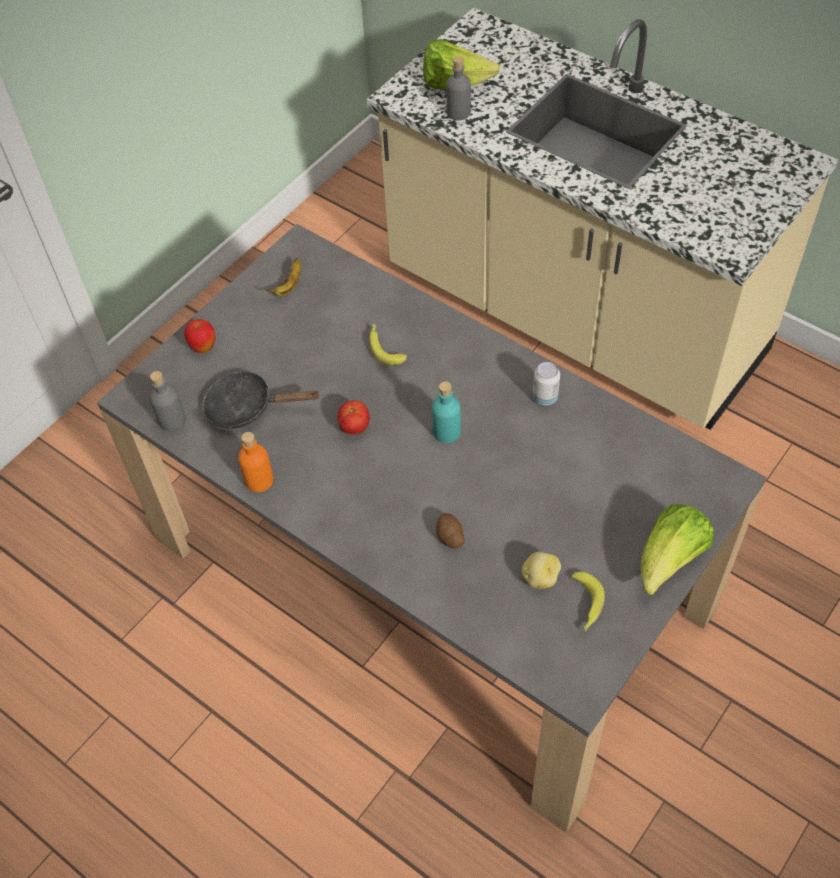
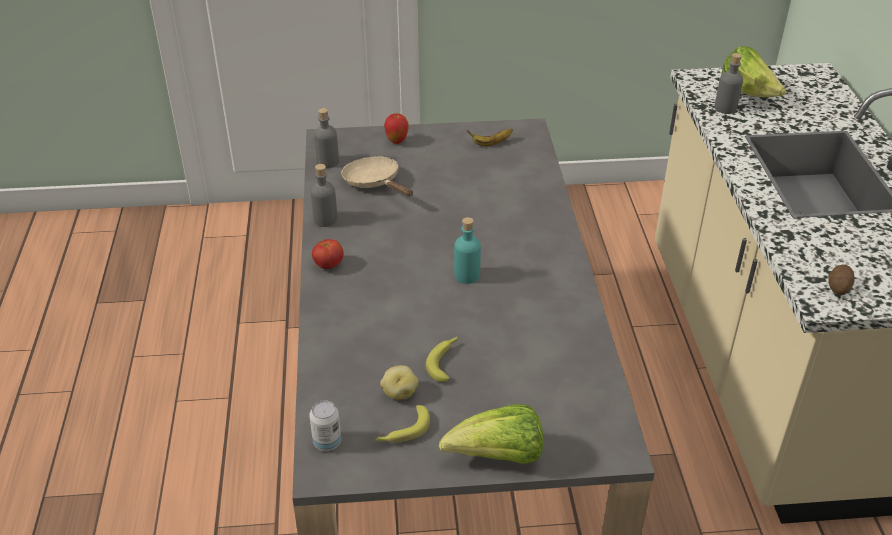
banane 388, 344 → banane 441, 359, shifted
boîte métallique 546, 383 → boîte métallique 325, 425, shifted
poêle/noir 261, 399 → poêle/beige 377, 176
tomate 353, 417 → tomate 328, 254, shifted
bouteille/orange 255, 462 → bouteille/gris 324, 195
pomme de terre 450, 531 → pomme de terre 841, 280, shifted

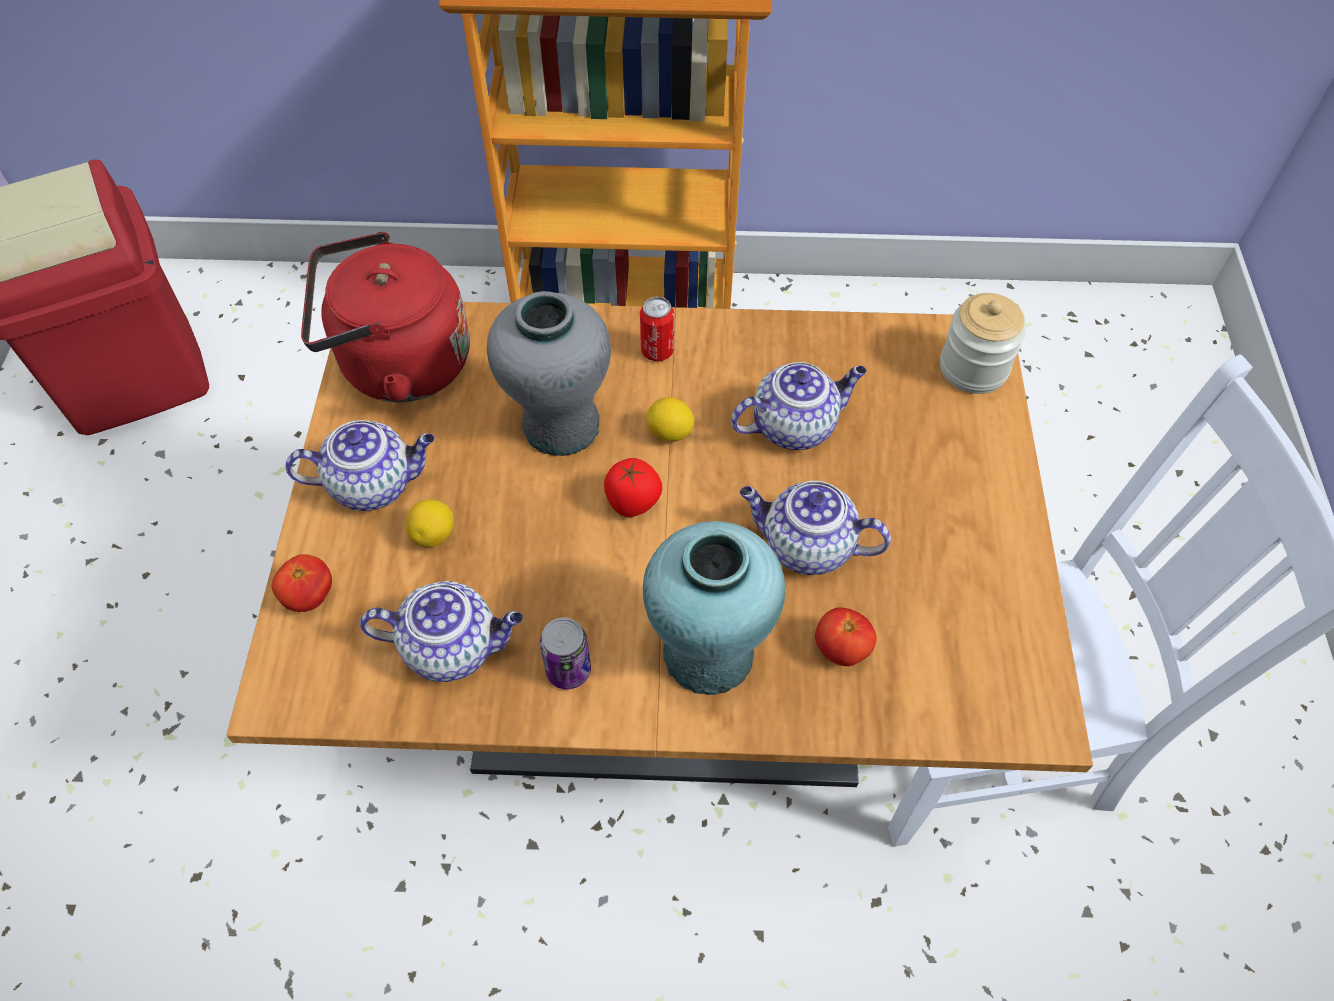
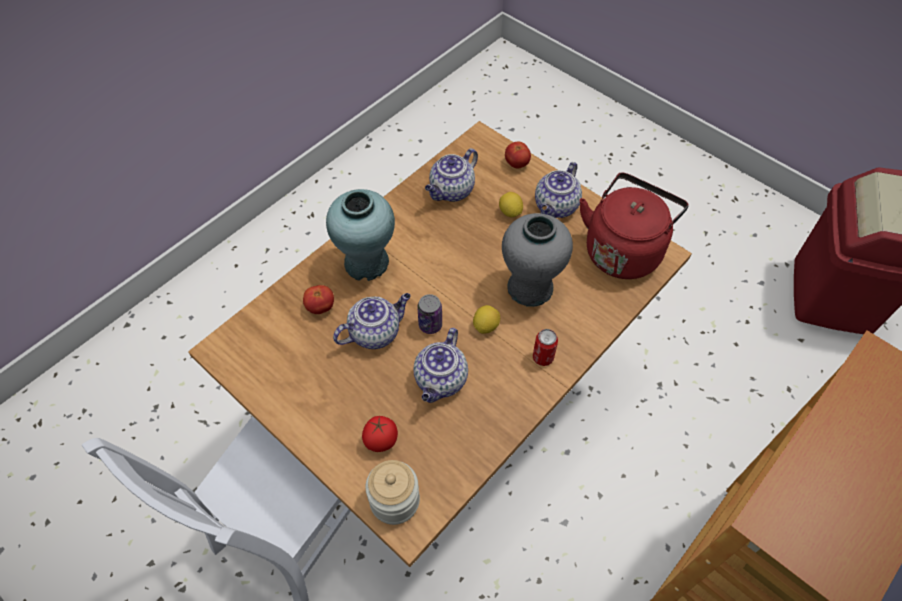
tomate 633, 487 → tomate 380, 434, shifted
boîte métallique 565, 653 → boîte métallique 429, 314, shifted

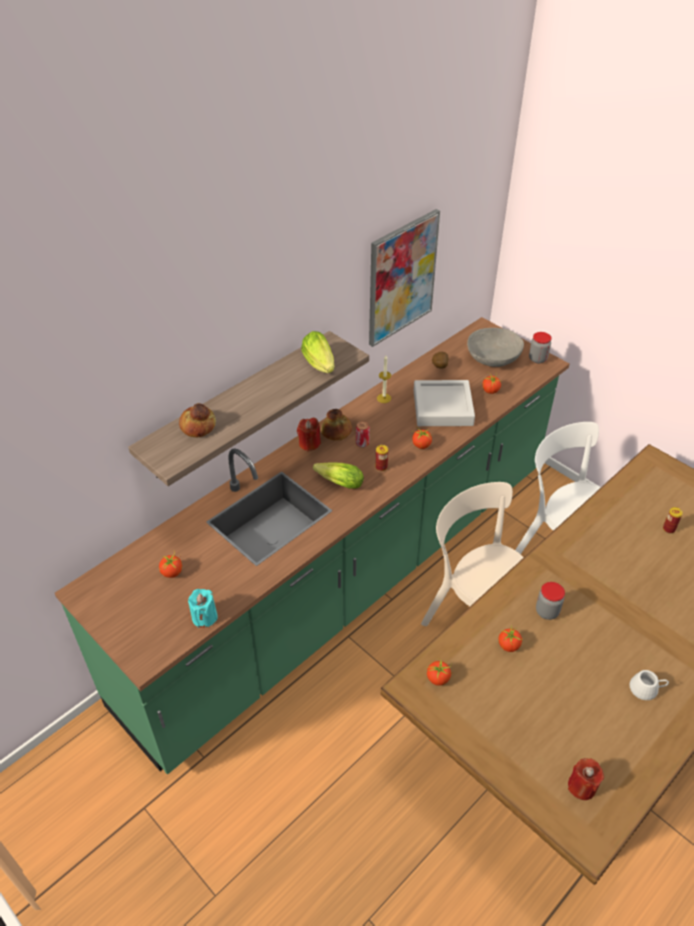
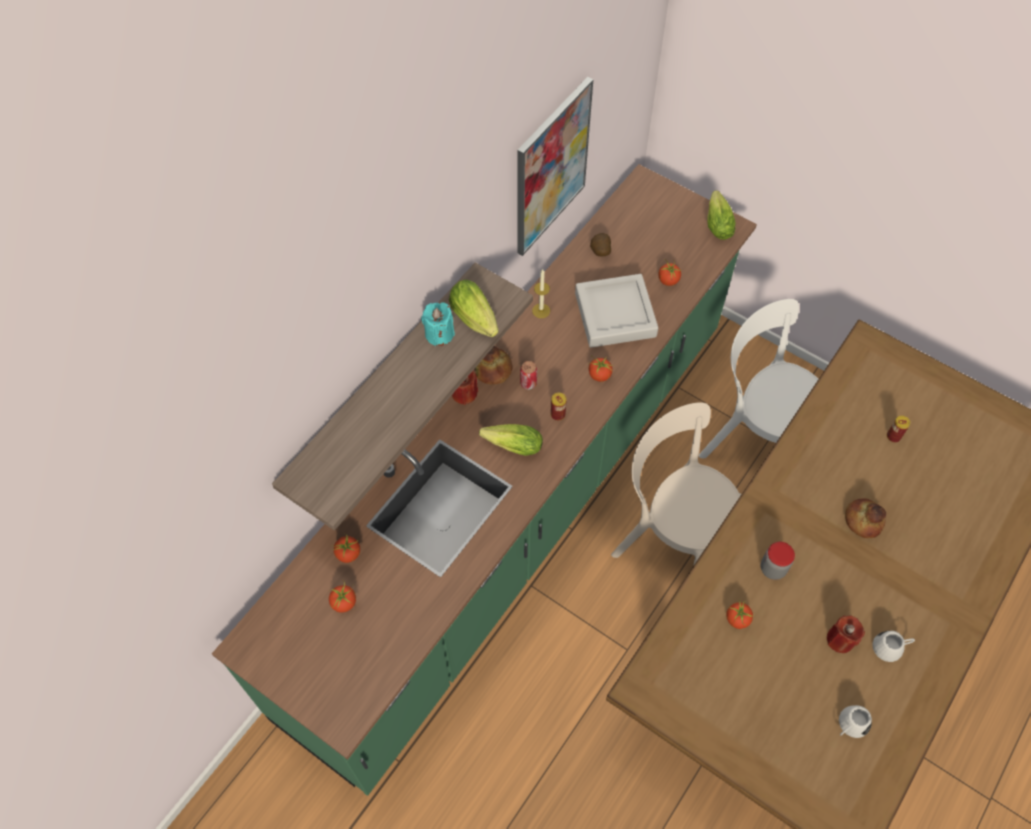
bol/gris 495, 347 → -
bocal 540, 347 → laitue 722, 215
pain 197, 420 → pain 865, 518, shifted
bougie/turquoise 203, 608 → bougie/turquoise 438, 324, shifted
tomate 439, 672 → tomate 346, 548, shifted
bougie/rouge 586, 779 → bougie/rouge 846, 634, shifted
- → mug/blanc 855, 721

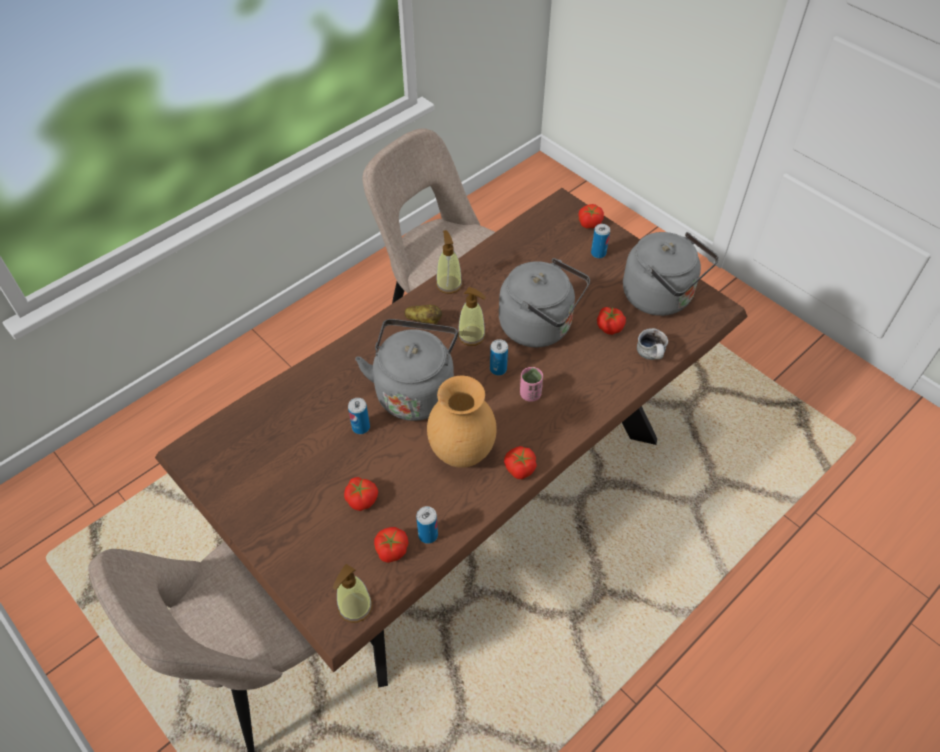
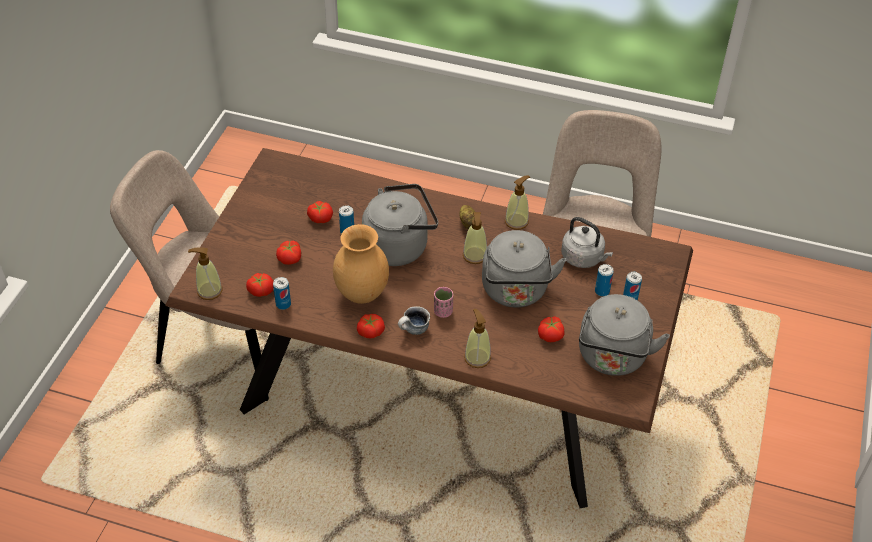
tomate 591, 216 → tomate 320, 212, shifted
mug 652, 344 → mug 414, 320, shifted
boîte métallique 499, 357 → boîte métallique 604, 280, shifted
- → bouilloire/gris 587, 242
- → distributeur de savon 477, 338

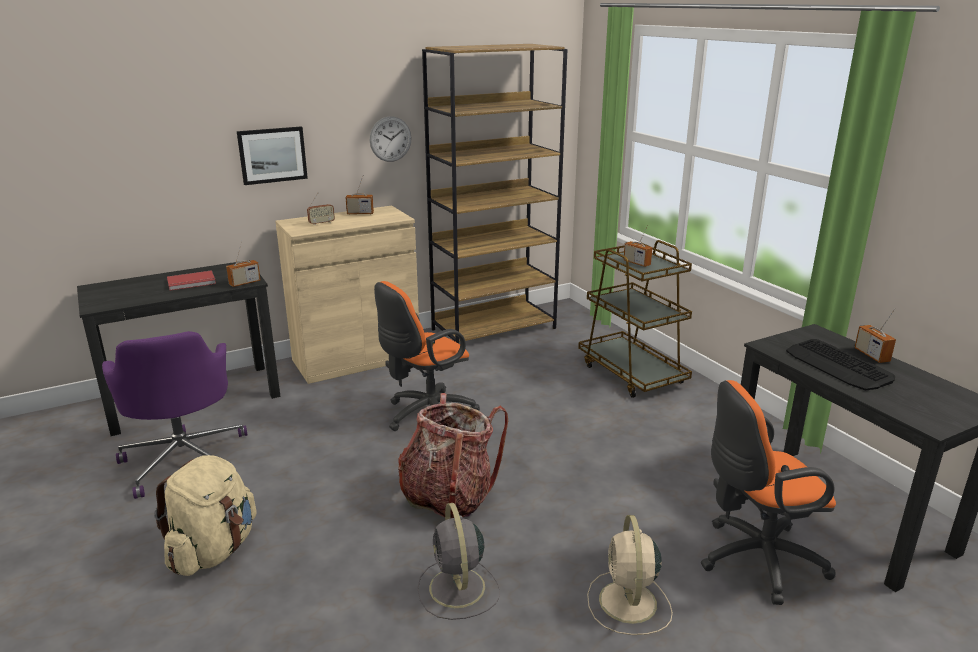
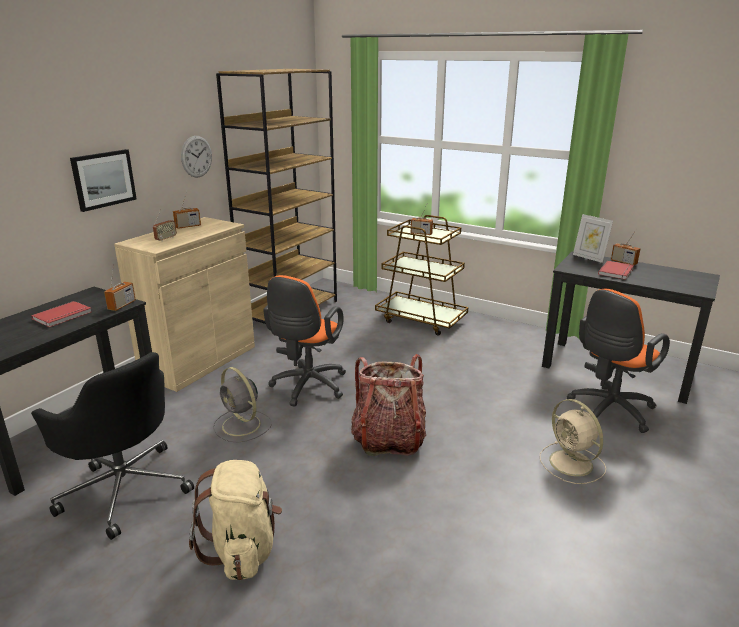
chaise de bureau/violet 175, 415 → chaise de bureau/noir 112, 446
clavier 840, 365 → livre/rouge 616, 270
ventilateur/gris 458, 561 → ventilateur/gris 242, 405, shifted
- → cadre photo 593, 238

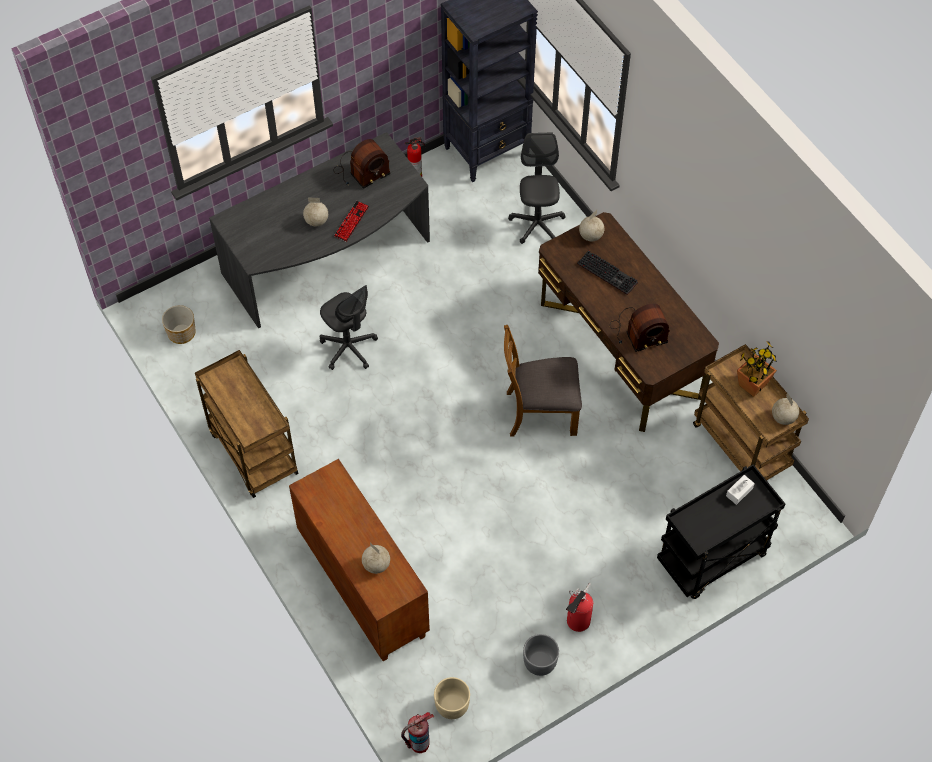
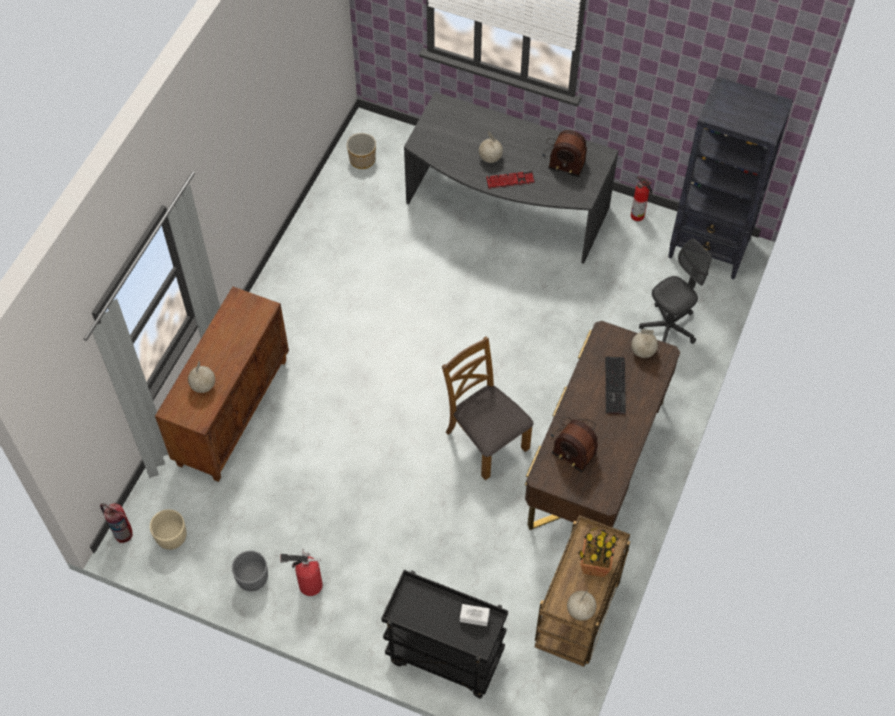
chaise de bureau/gris 349, 327 → -
chariot/marron 247, 424 → -

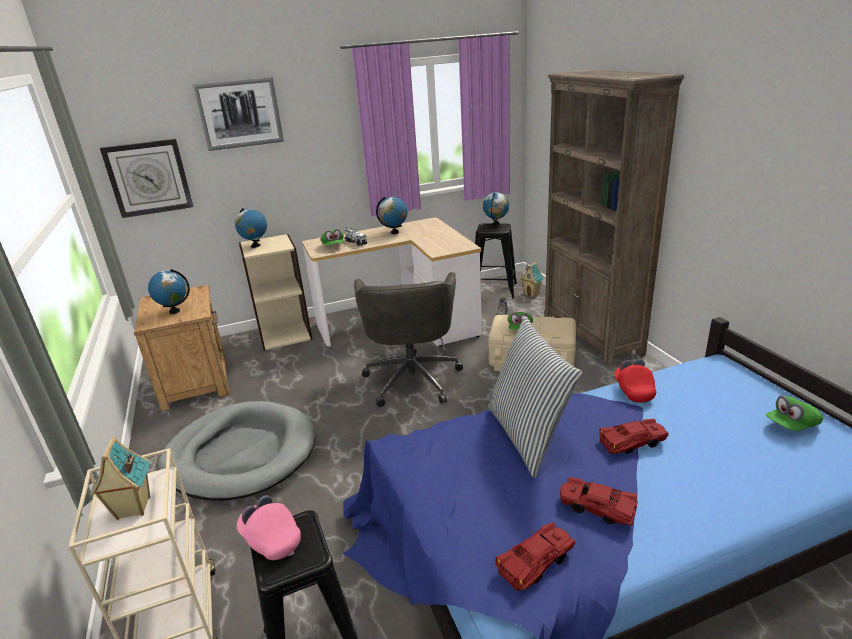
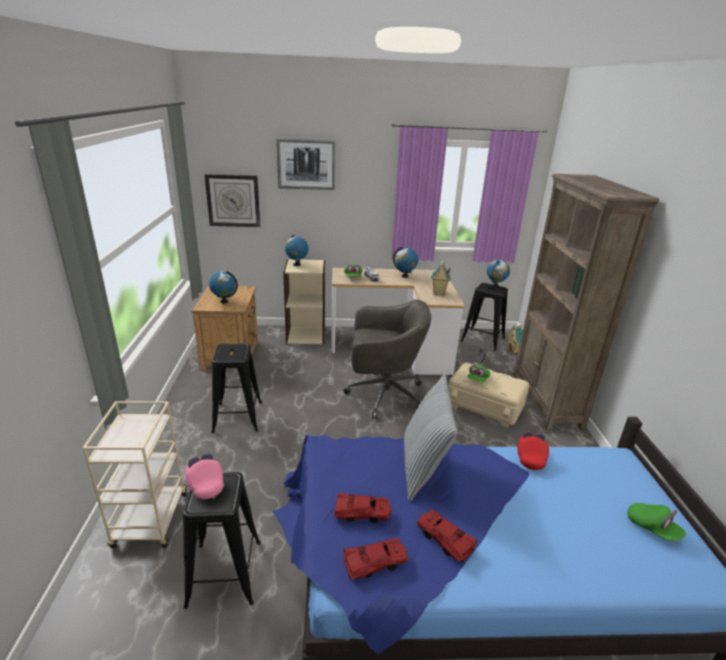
chaise de bureau/gris 408, 339 → chaise de bureau/gris 387, 359, 105 degrees counterclockwise
casquette/vert 794, 413 → casquette/vert 656, 522, 120 degrees counterclockwise
panier pour chien/gris 236, 451 → tabouret/noir 236, 388
petite voiture/rouge 634, 436 → petite voiture/rouge 363, 508, shifted
maison miniature 120, 478 → maison miniature 441, 278, shifted

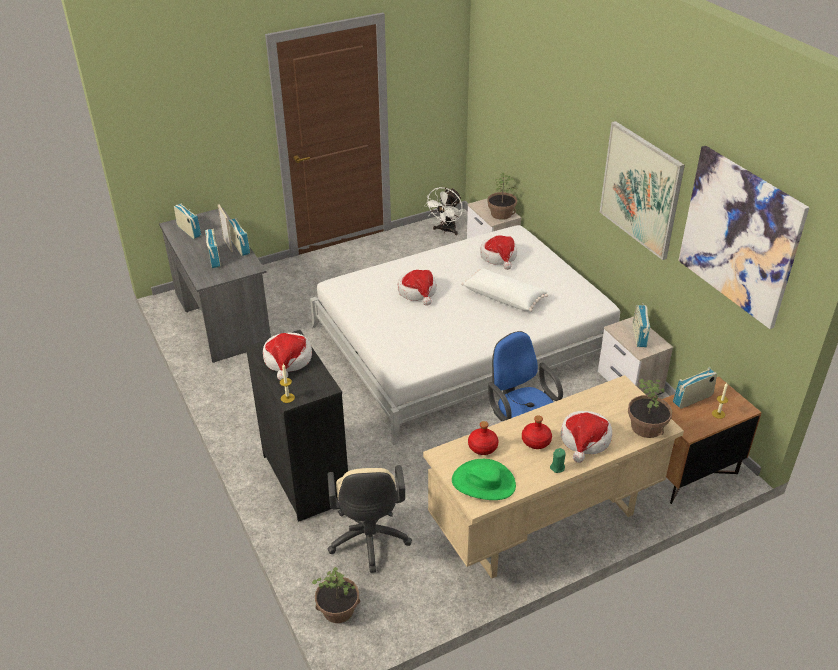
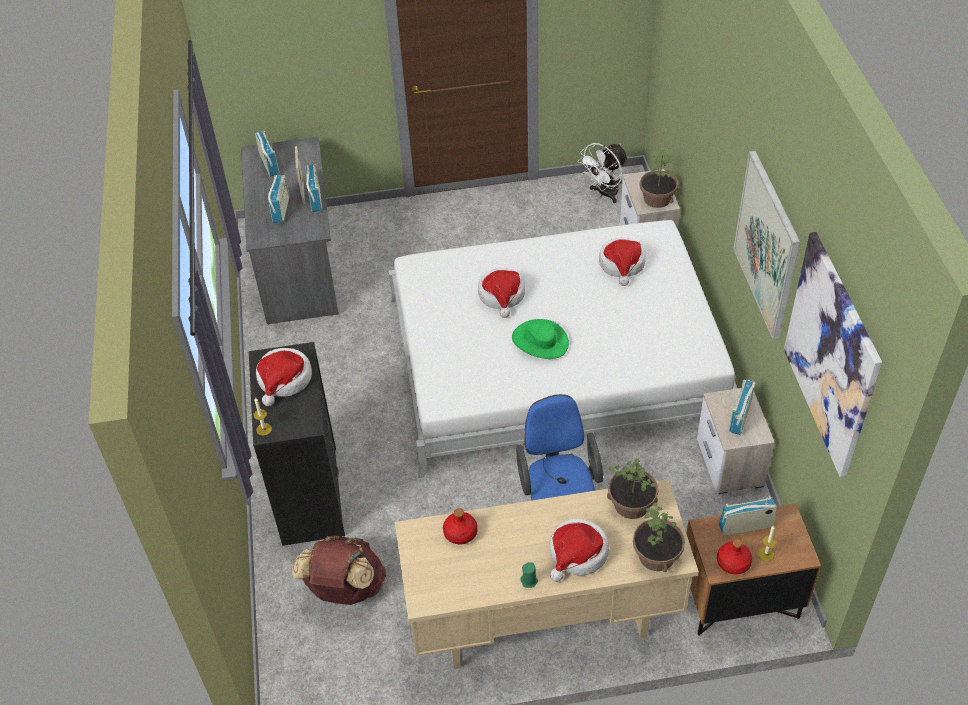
coussin/blanc 504, 290 → -
bouteille/rouge 537, 432 → bouteille/rouge 734, 557, shifted
chapeau/vert 484, 479 → chapeau/vert 540, 339, shifted
chaise de bureau/beige 370, 519 → sac à dos/marron 339, 570
plante en pot 336, 594 → plante en pot 632, 488, shifted

